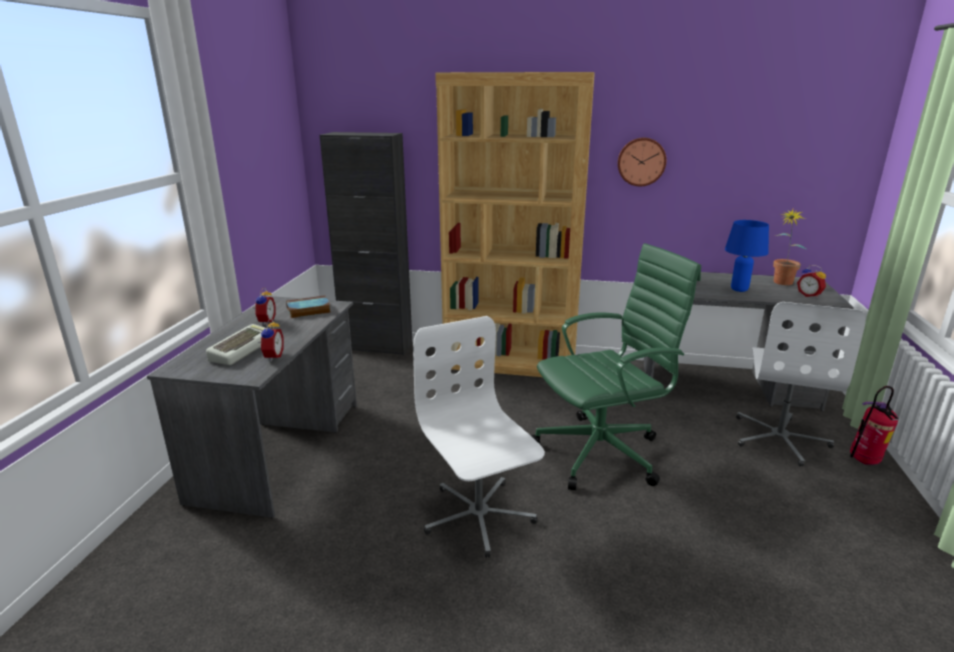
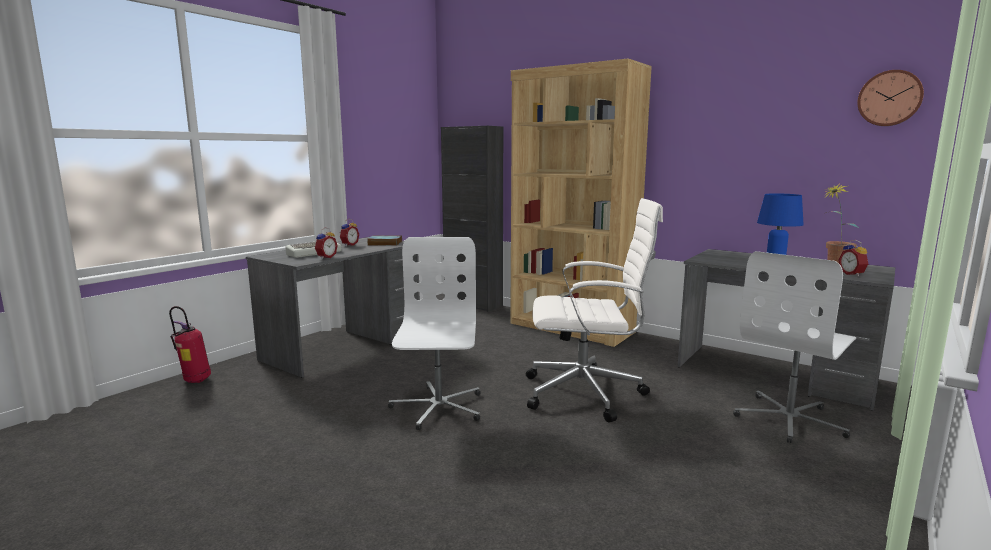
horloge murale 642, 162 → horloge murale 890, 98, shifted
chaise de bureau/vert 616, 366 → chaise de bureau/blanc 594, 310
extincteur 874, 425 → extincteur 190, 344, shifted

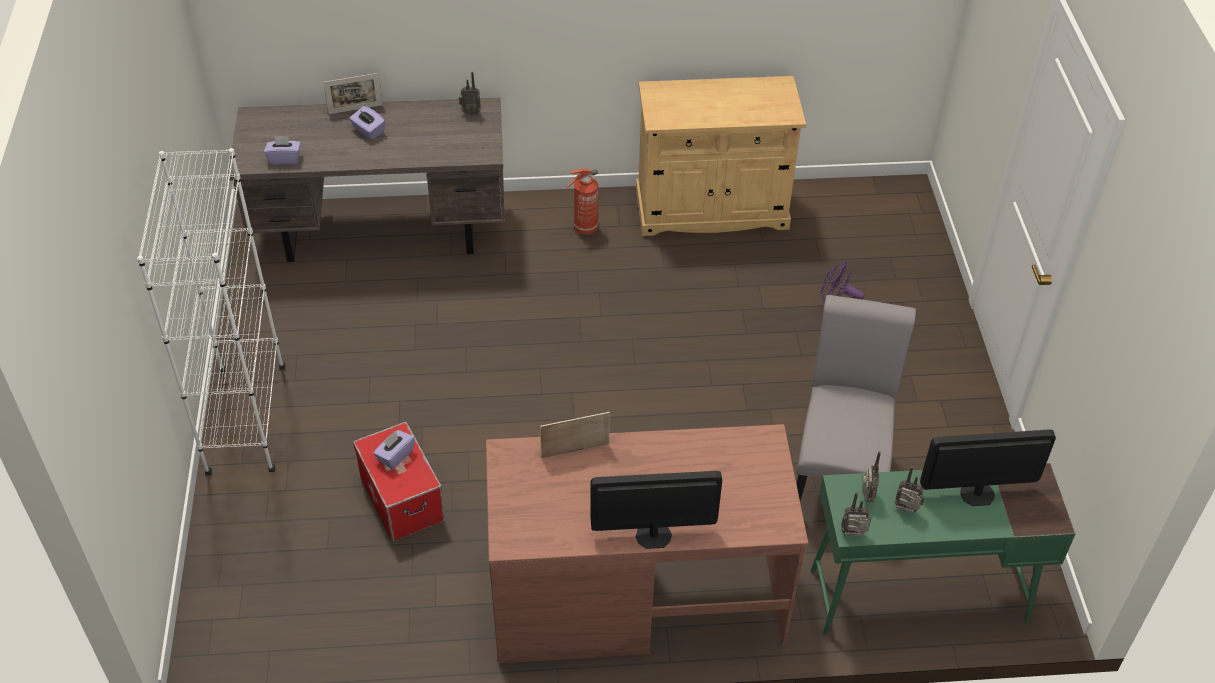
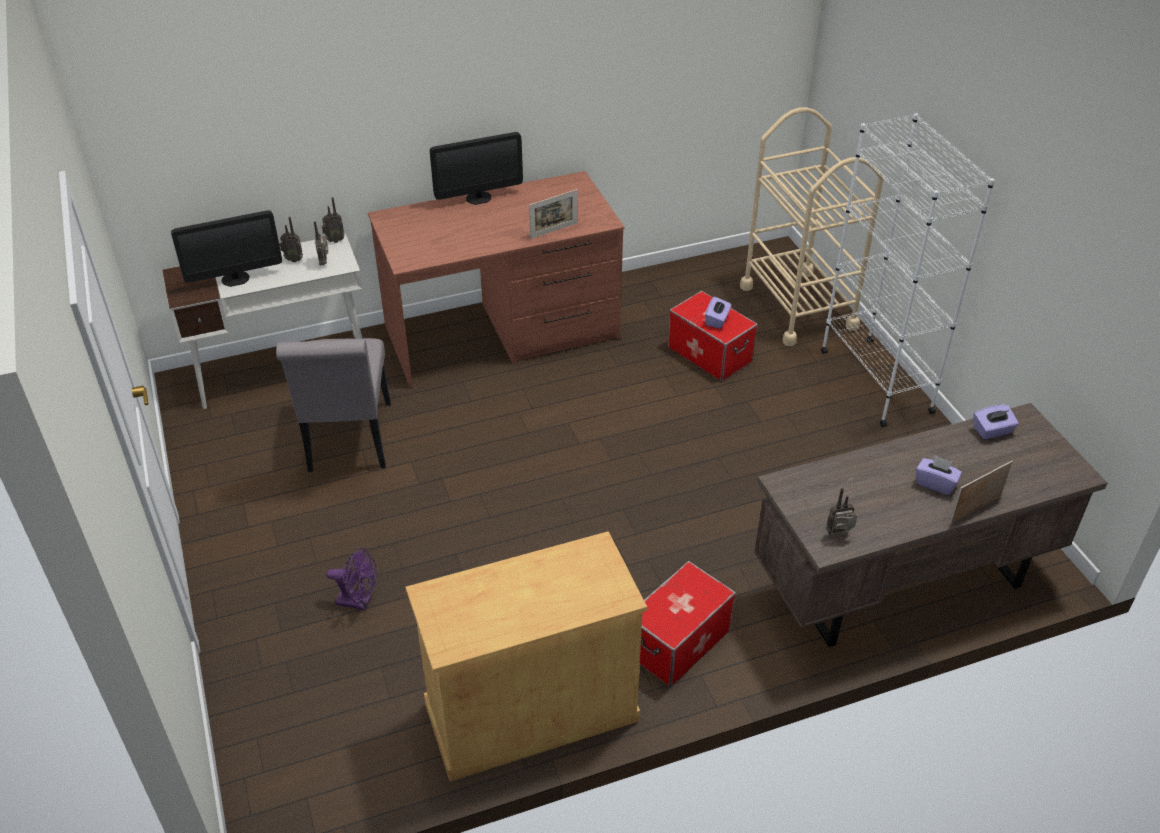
extincteur 582, 202 → boîte de rangement 688, 624
bureau/vert 943, 549 → bureau/blanc 262, 321
- → chariot/beige 812, 226

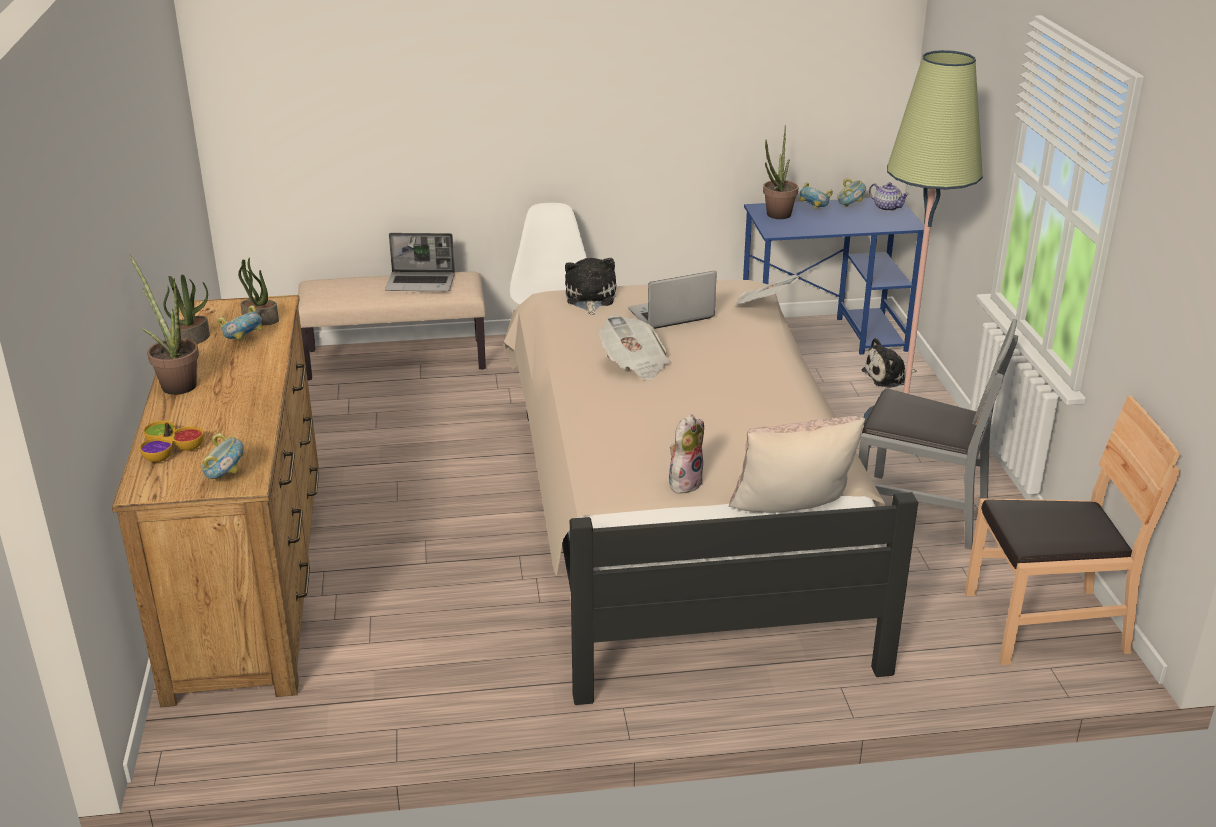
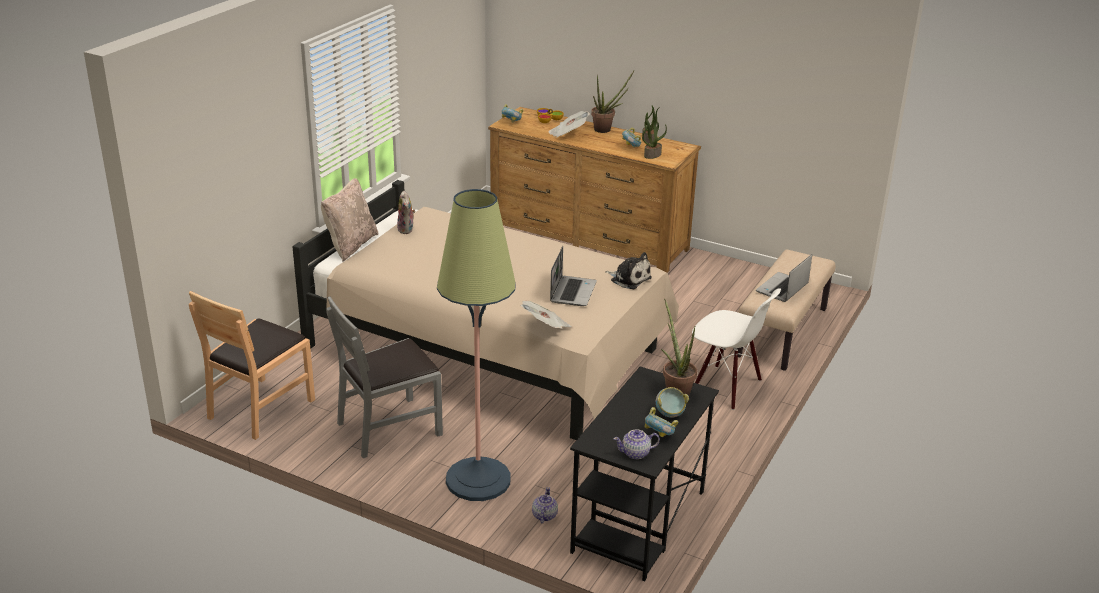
bureau/bleu 833, 276 → bureau/noir 644, 474
journal 634, 348 → journal 569, 124, shifted
peluche 889, 363 → théière 545, 505

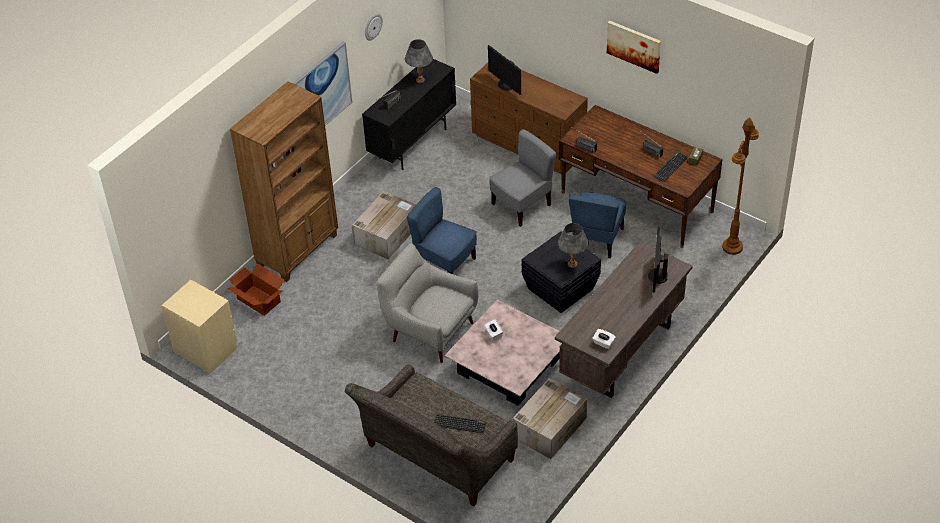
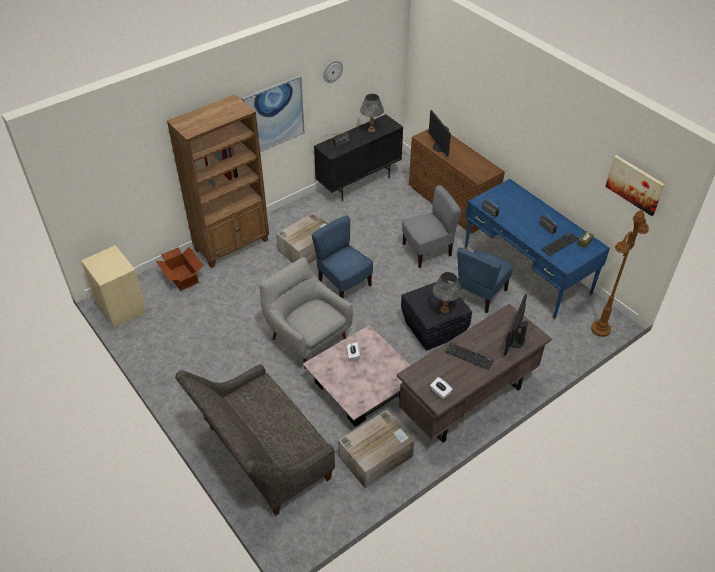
tableau 634, 47 → tableau 635, 185, shifted
bureau/marron 640, 176 → bureau/bleu 537, 249
clavier 460, 423 → clavier 469, 356, shifted

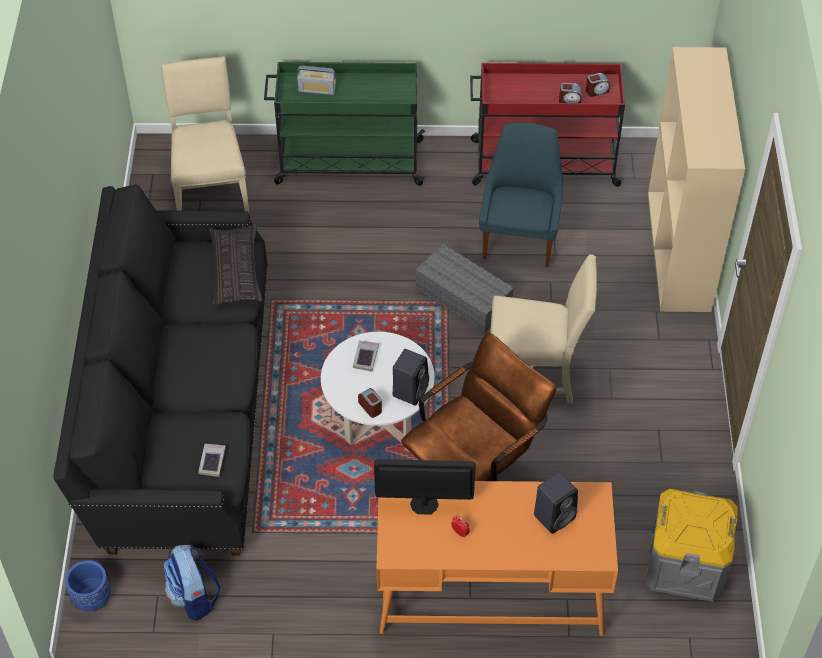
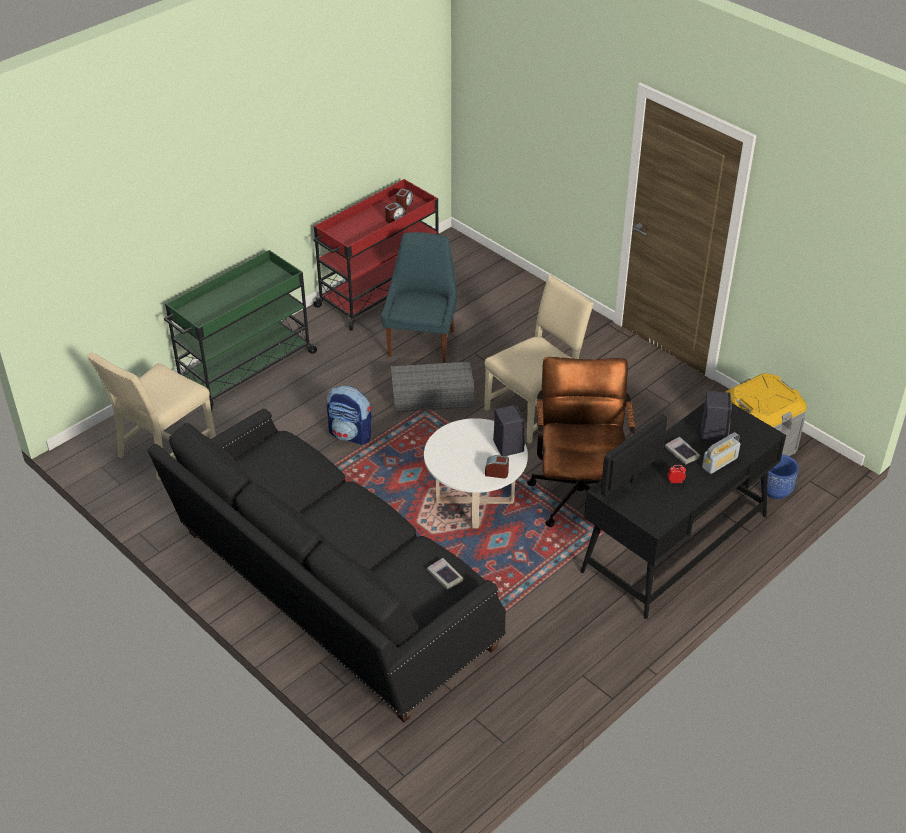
bibliothèque/beige 696, 179 → -
chaise/beige 205, 135 → chaise/beige 151, 416, 90 degrees counterclockwise
radio 316, 80 → radio 721, 453, shifted
chaise/bleu 521, 194 → chaise/bleu 419, 297, 45 degrees clockwise
coussin 236, 264 → -
livre 366, 356 → livre 682, 451, shifted
bureau/orange 497, 558 → bureau/noir 683, 510
sac à dos 192, 583 → sac à dos 349, 415, shifted
cache-pot/bleu 88, 586 → cache-pot/bleu 779, 476, shifted

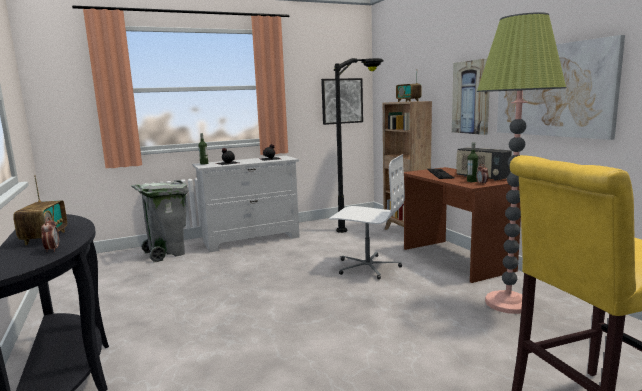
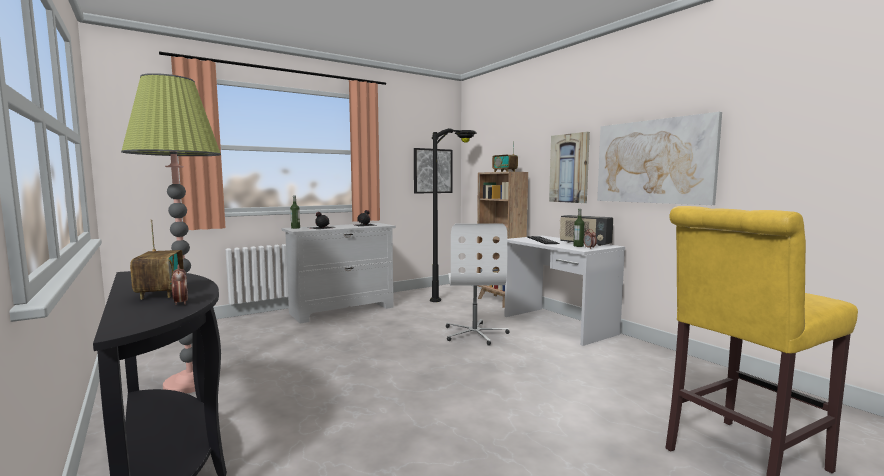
lampadaire 521, 163 → lampadaire 171, 233, shifted
chaise de bureau/blanc 367, 217 → chaise de bureau/blanc 478, 284, 75 degrees clockwise
bureau/marron 462, 225 → bureau/blanc 565, 291
poubelle/gris 160, 221 → -

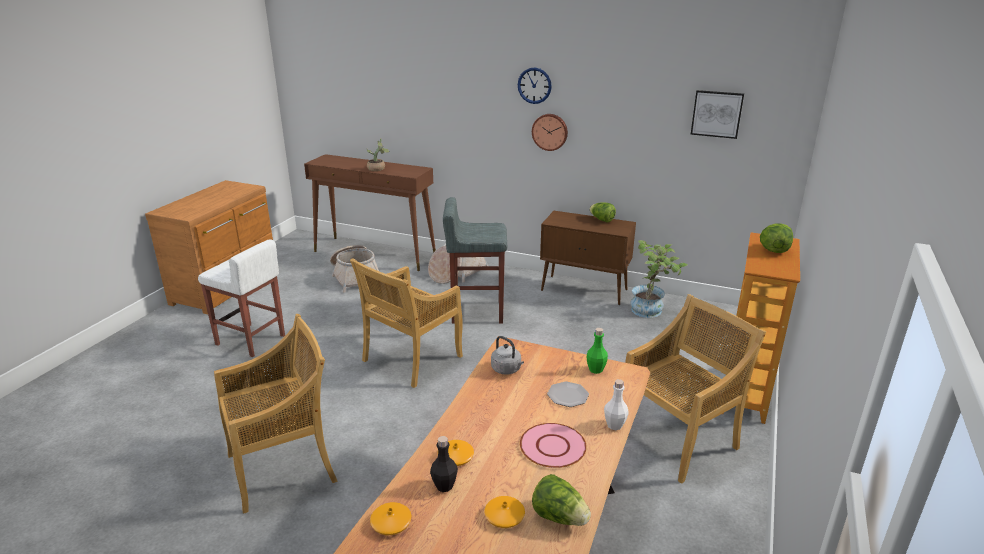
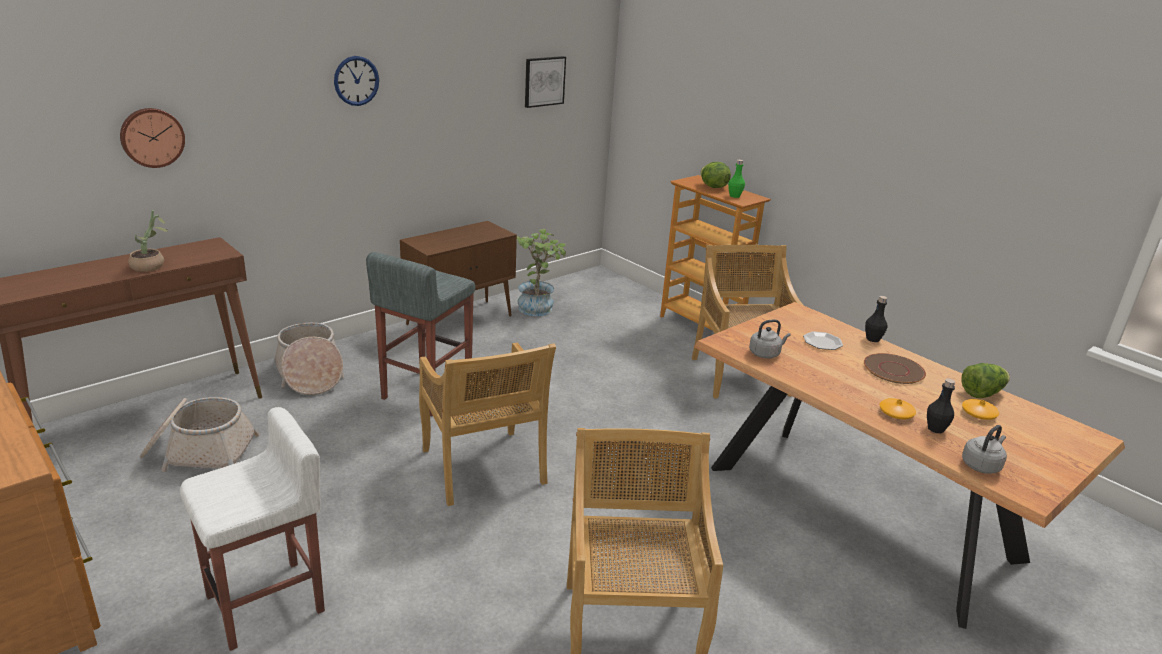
horloge murale 550, 132 → horloge murale 152, 138, shifted
laitue 603, 212 → -
bouteille/vert 597, 351 → bouteille/vert 736, 179, shifted
bouteille/blanc 616, 404 → bouteille/noir 876, 319
assiette/rose 553, 445 → assiette/marron 895, 368
vase/orange 391, 518 → bouilloire/gris 984, 449

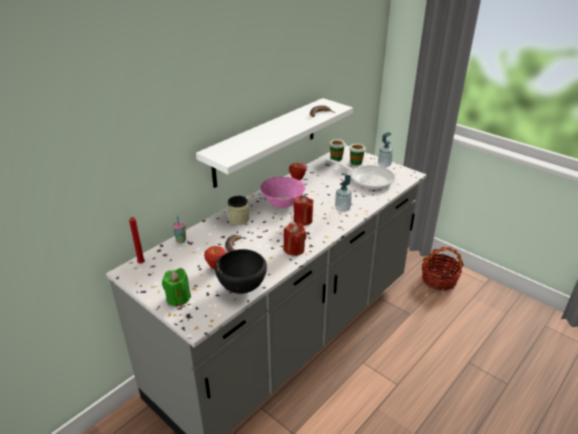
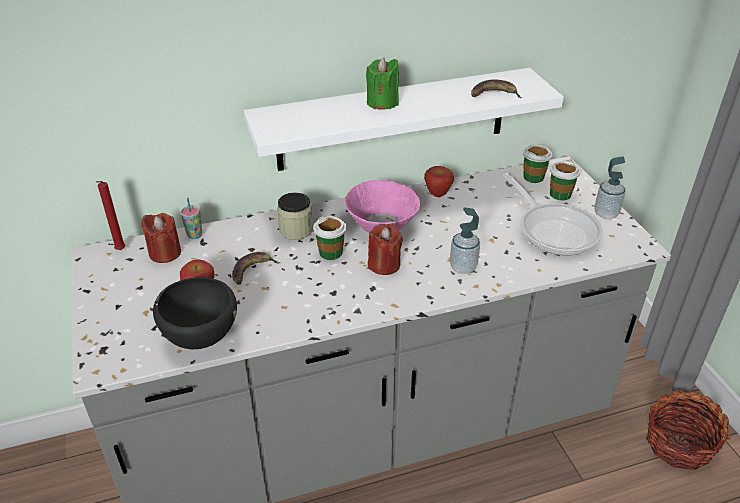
bougie/rouge 295, 239 → bougie/rouge 161, 238, shifted
bougie/vert 176, 287 → bougie/vert 382, 83, shifted
- → tasse 329, 238

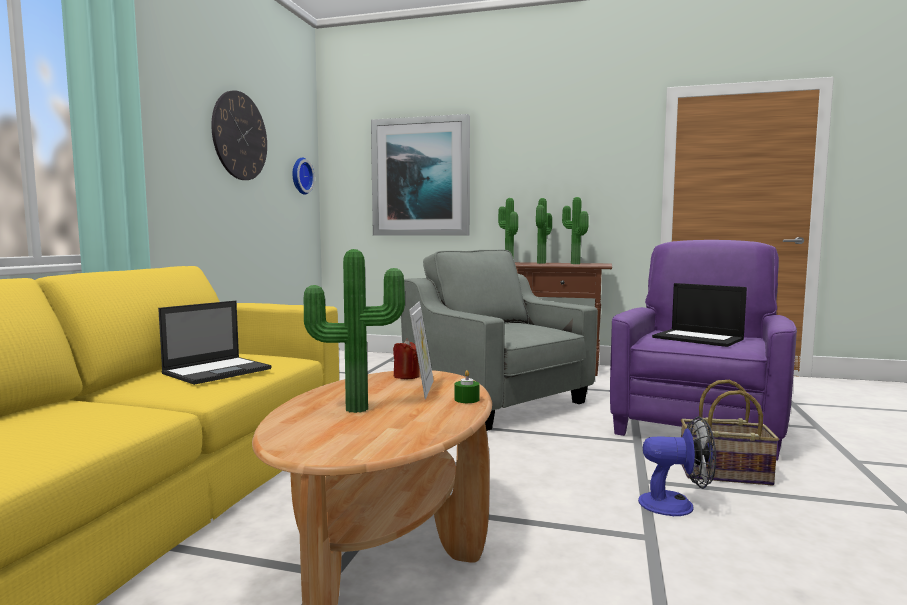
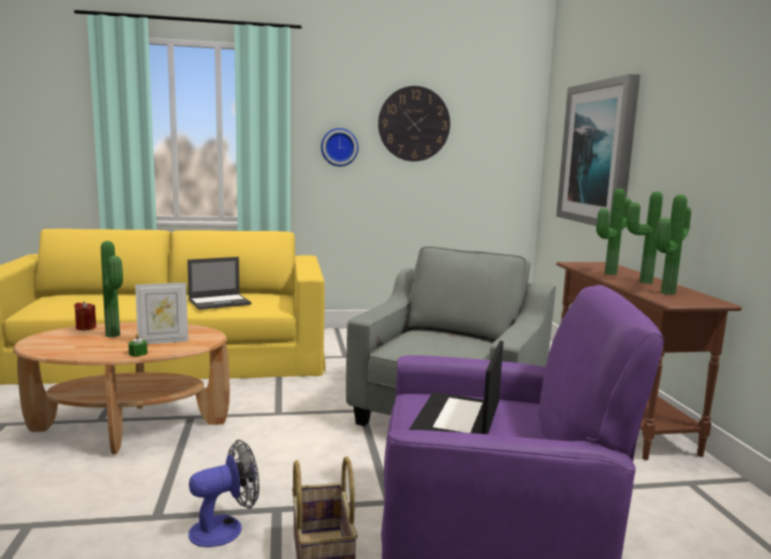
horloge murale 303, 176 → horloge murale 339, 147, shifted
ordinateur portable 215, 343 → ordinateur portable 219, 283, 45 degrees counterclockwise
bougie/rouge 406, 358 → bougie/rouge 85, 315, shifted
ventilateur 677, 466 → ventilateur 223, 493, 105 degrees counterclockwise

